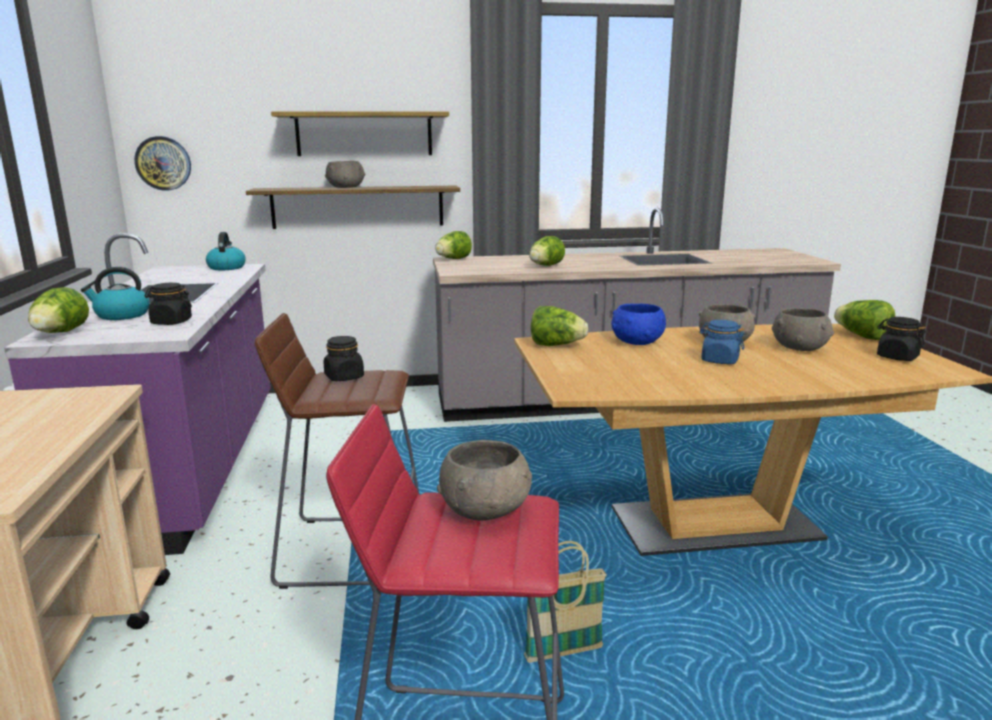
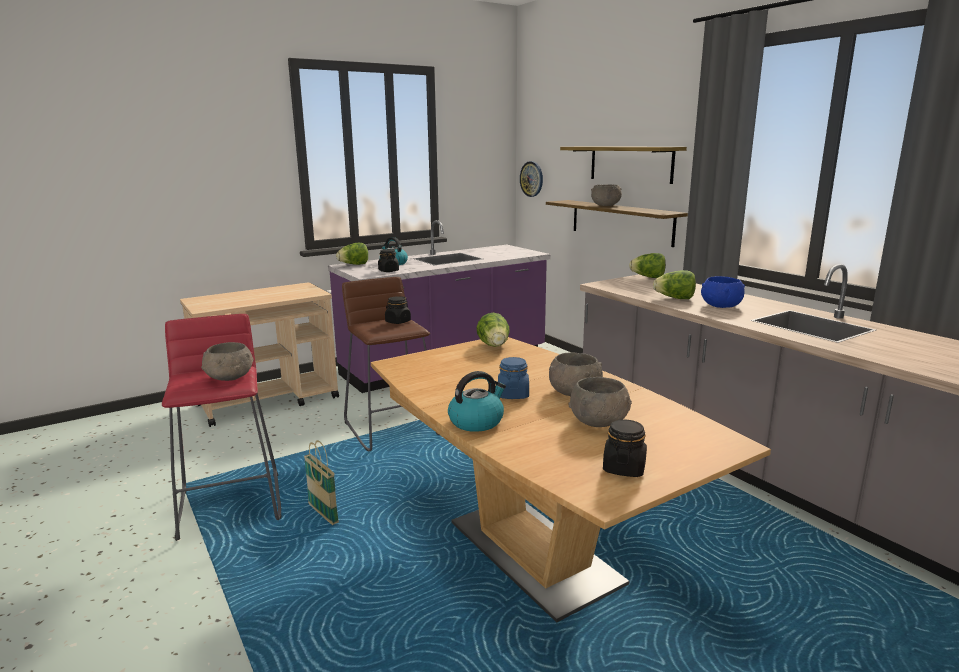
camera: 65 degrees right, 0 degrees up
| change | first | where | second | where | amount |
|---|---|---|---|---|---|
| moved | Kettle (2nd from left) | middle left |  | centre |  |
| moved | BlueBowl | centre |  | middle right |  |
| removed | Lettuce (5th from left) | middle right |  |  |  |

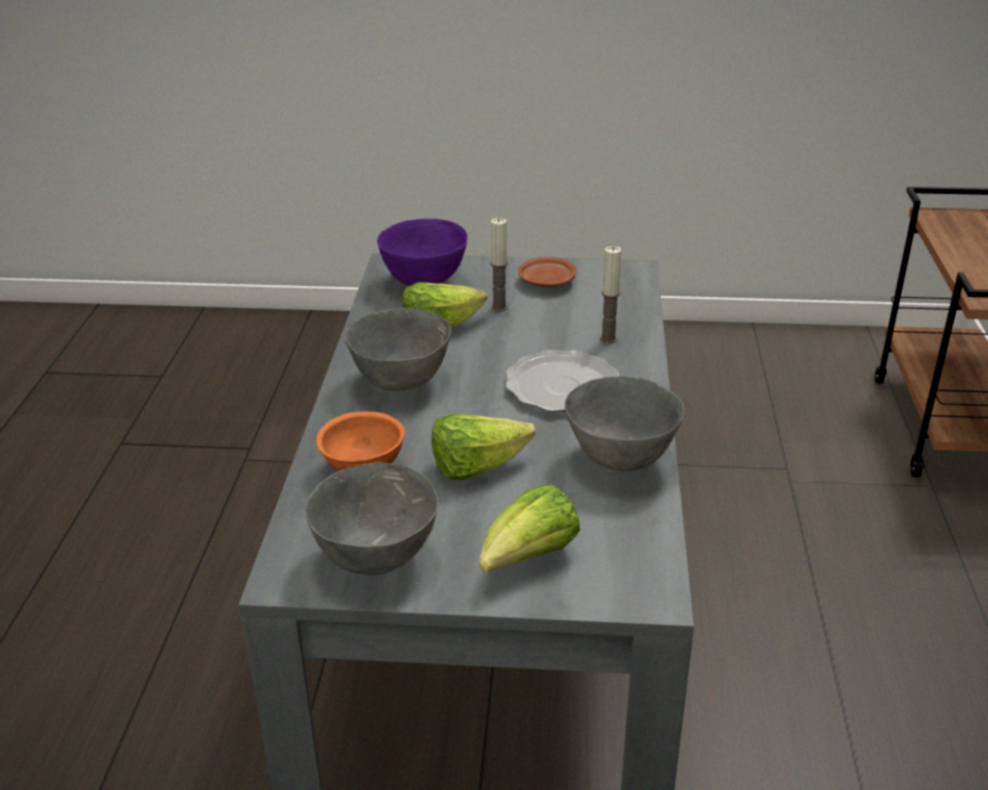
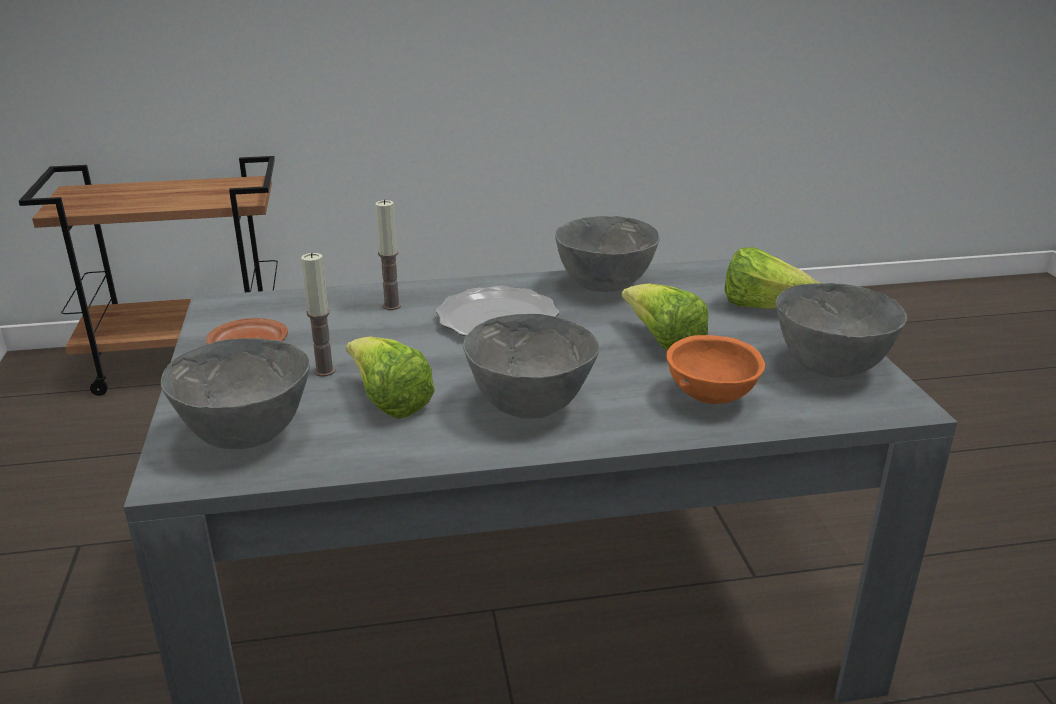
camera: 105 degrees left, 5 degrees down
| change | first | where | second | where | amount |
|---|---|---|---|---|---|
| recoloured | PurpleBowl | top centre | GreyBowl (1st from left) | middle left |  |

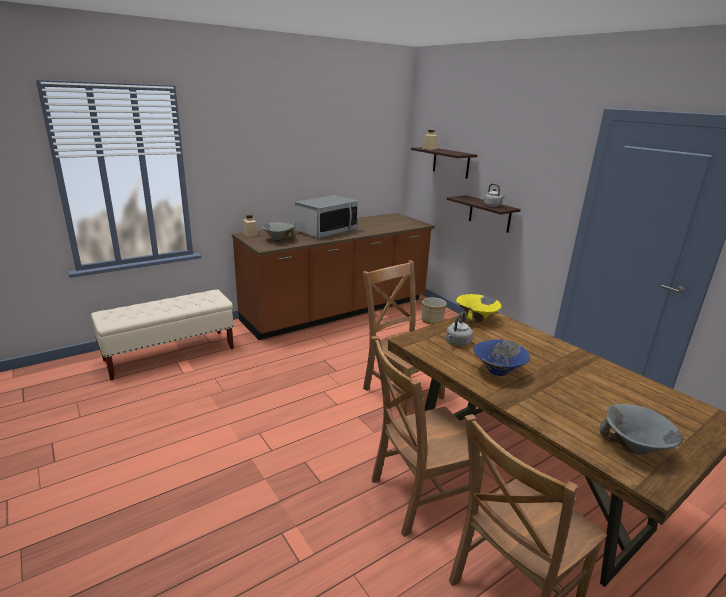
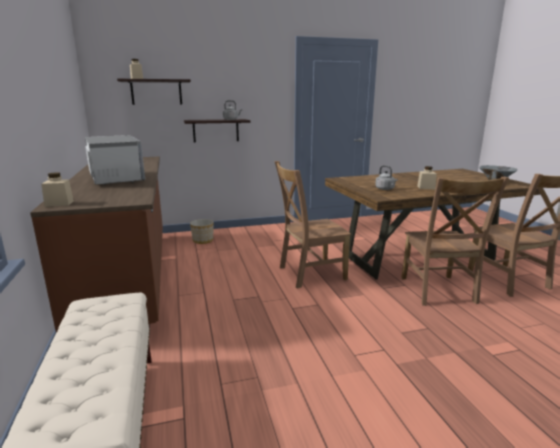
camera: 70 degrees left, 5 degrees down
| change | first | where | second | where | amount |
|---|---|---|---|---|---|
| replaced | BlueBowl | middle right | BeigeJar (3rd from left) | middle right |  |
| removed | GreyBowl (1st from left) | centre |  |  |  |
| removed | YellowBowl | centre |  |  |  |

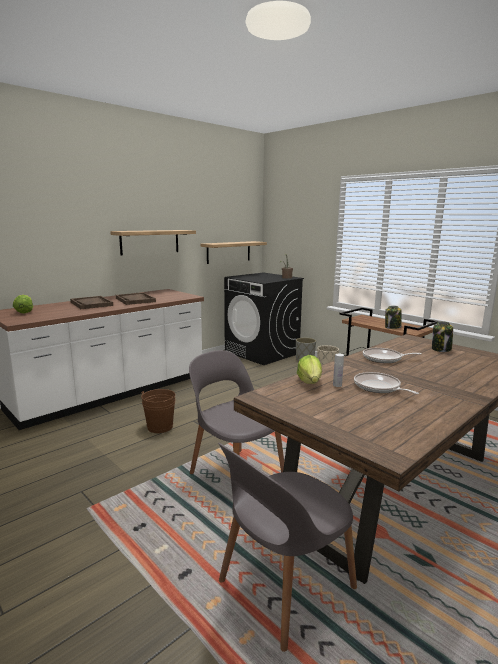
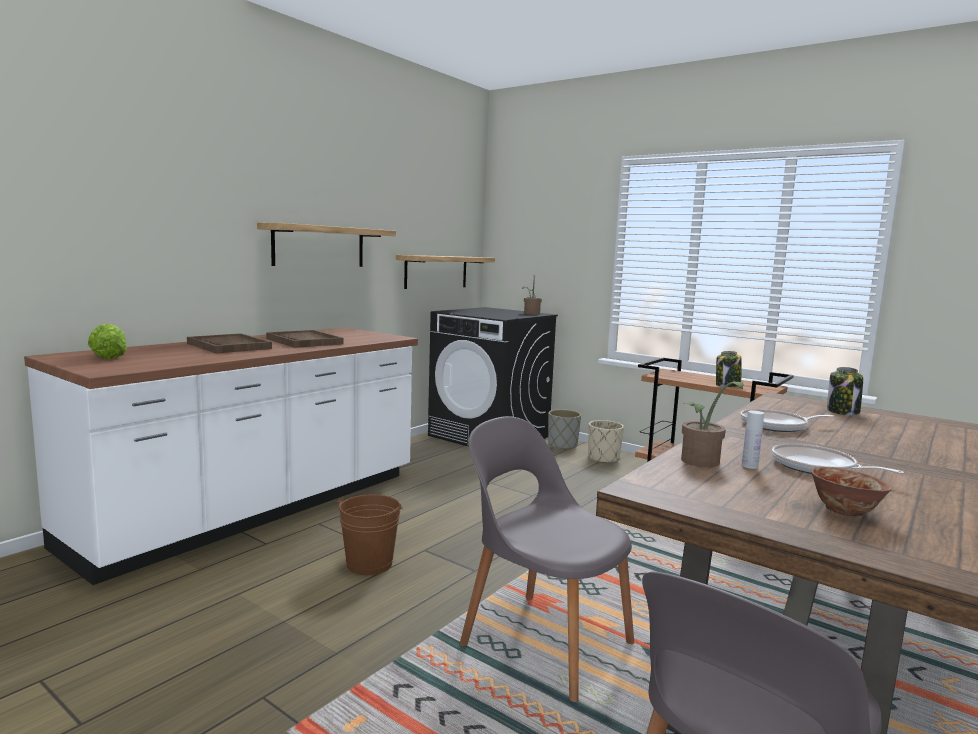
camera: 10 degrees left, 5 degrees down
| change | first | where | second | where | amount |
|---|---|---|---|---|---|
| replaced | Lettuce (2nd from left) | centre | PottedPlant (2nd from left) | middle right |  |
| added |  |  | Bowl | bottom right |  |

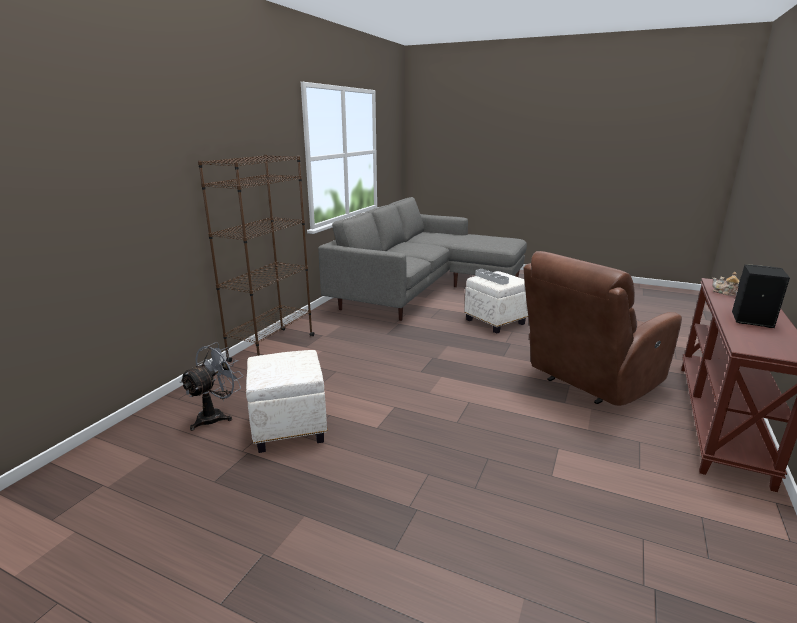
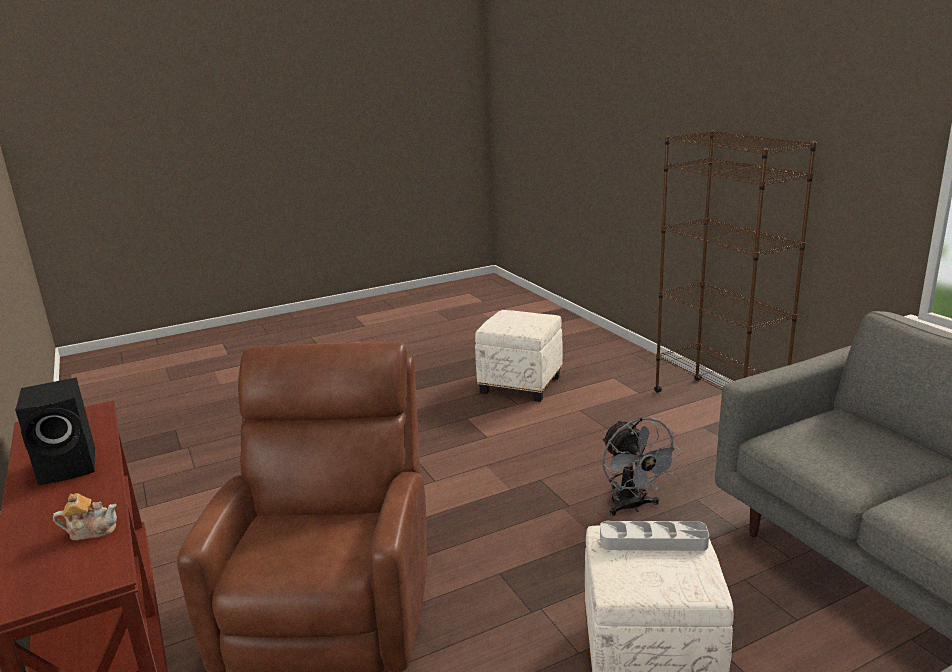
camera: 130 degrees right, 0 degrees up
| change | first | where | second | where | amount |
|---|---|---|---|---|---|
| moved | GreyFan | middle left |  | bottom right |  |

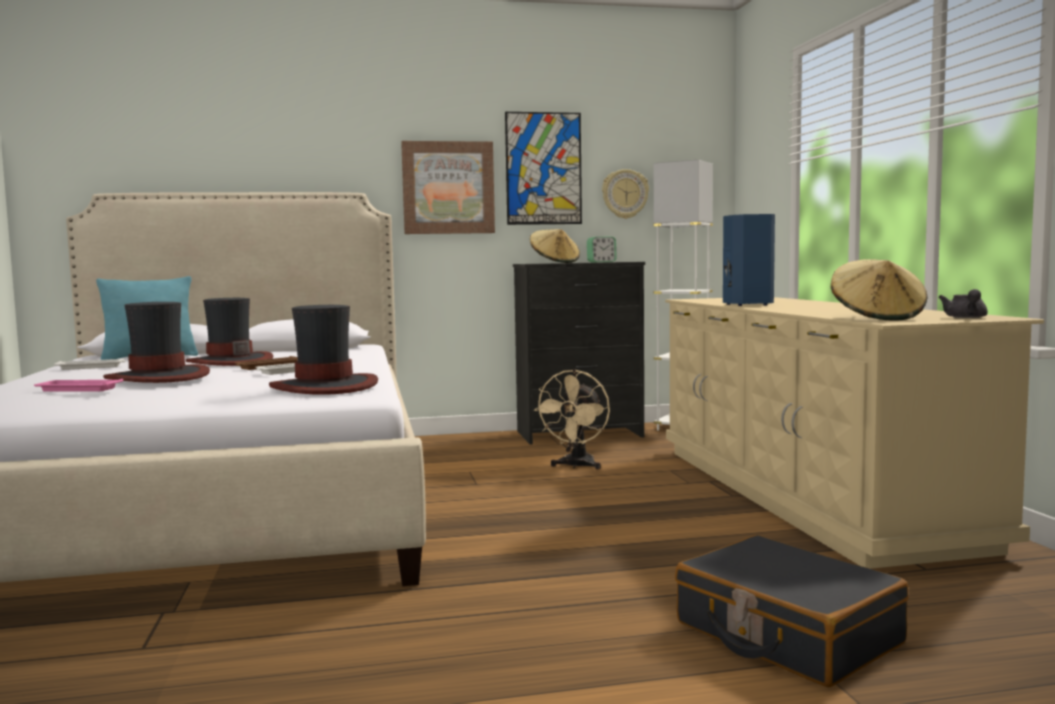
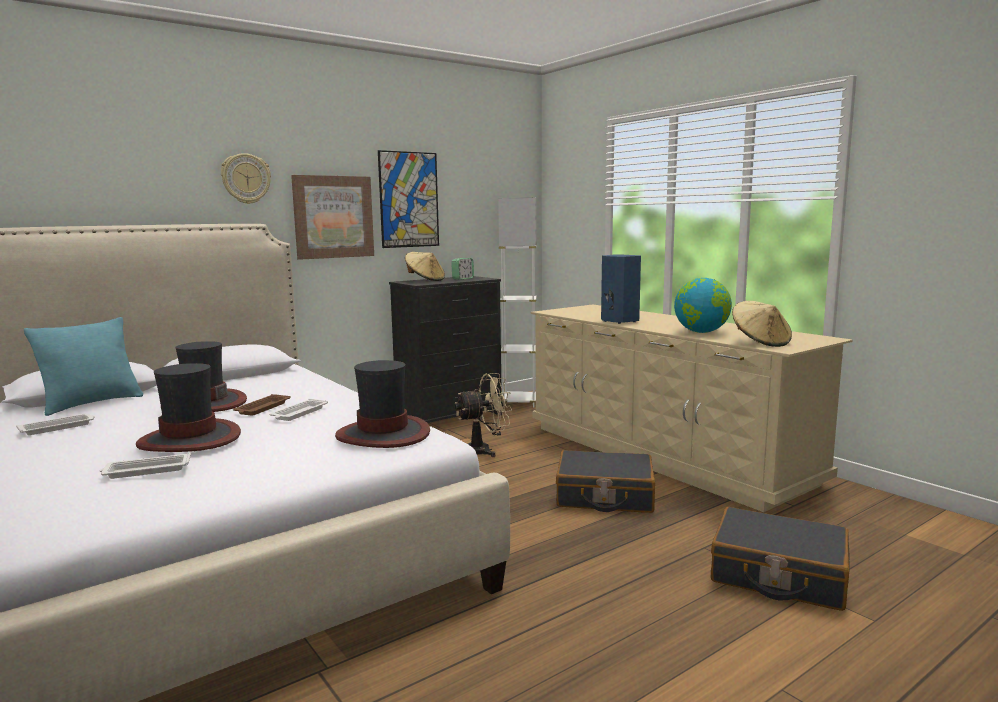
camera: 25 degrees left, 5 degrees up
| change | first | where | second | where | amount |
|---|---|---|---|---|---|
| recoloured | PinkTray | middle left | WhiteTray (2nd from left) | middle left |  |
| moved | WallClock | top centre |  | top left |  |
| turned | BeigeFan | centre |  | centre | 105 degrees counterclockwise |
| added |  |  | BlackSuitcase (1st from left) | bottom centre |  |
| added |  |  | Globe | middle right |  |
| removed | GreyTeapot | middle right |  |  |  |

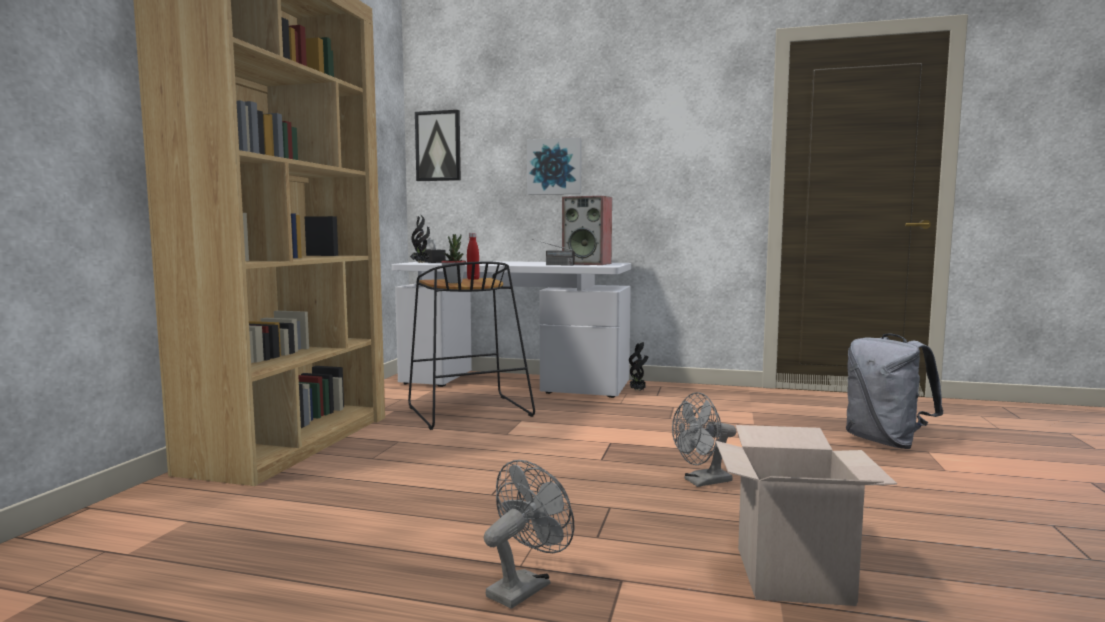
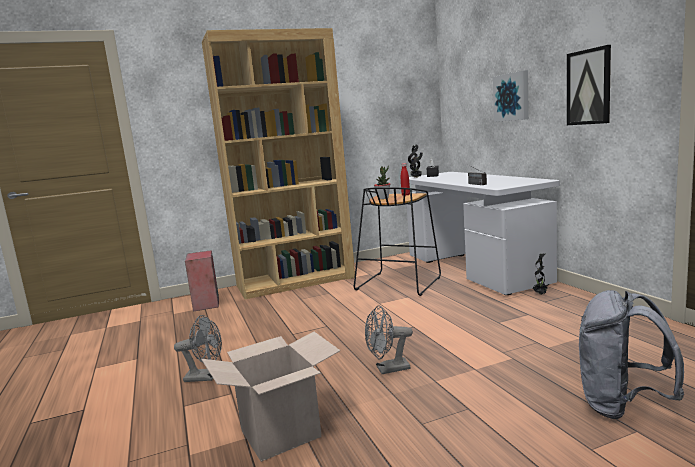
camera: 55 degrees right, 5 degrees up
| change | first | where | second | where | amount |
|---|---|---|---|---|---|
| moved | Speaker | centre |  | middle left |  |
| turned | GreyFan (2nd from left) | bottom centre |  | bottom centre | 45 degrees counterclockwise |
| moved | Picture (1st from left in the first image) | top centre | Picture (2nd from left) | top right |  |

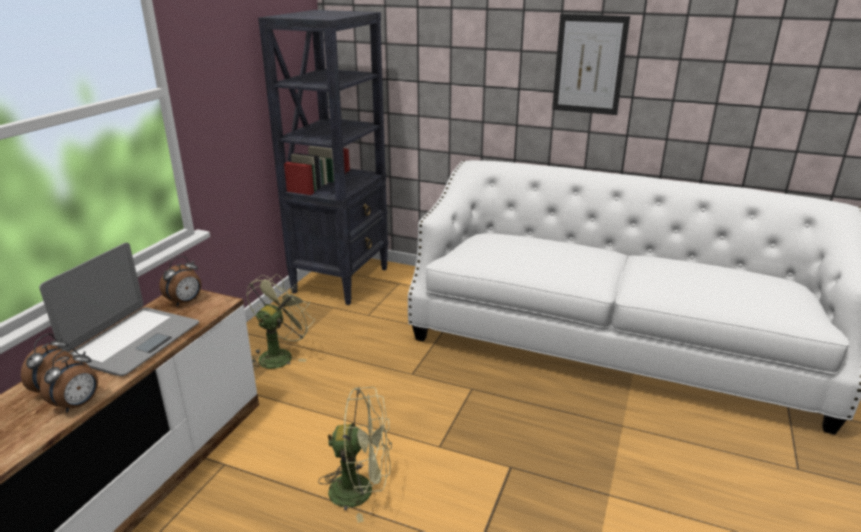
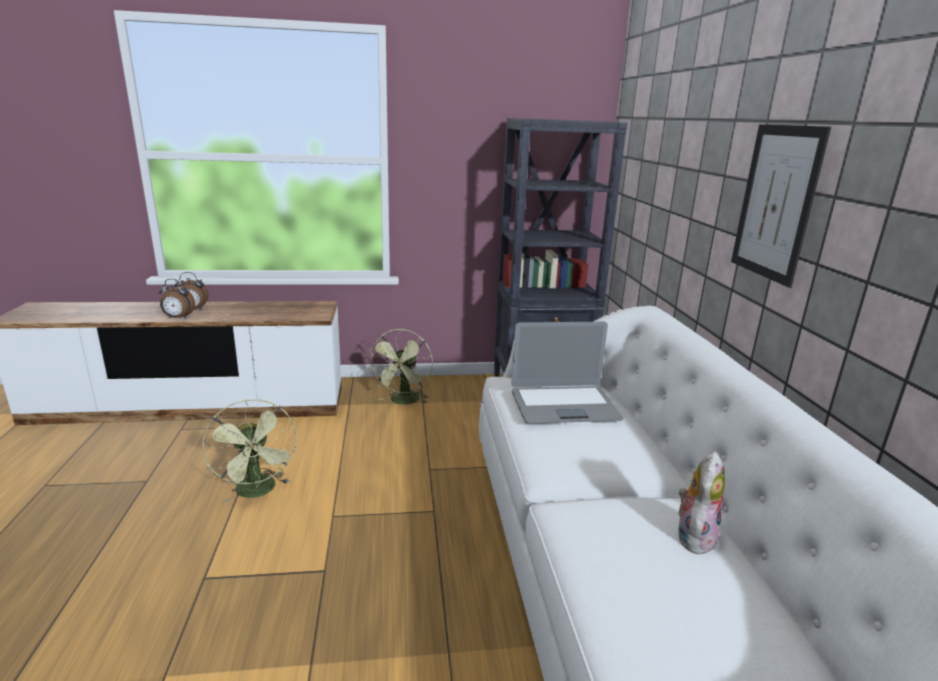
camera: 60 degrees right, 5 degrees down
| change | first | where | second | where | amount |
|---|---|---|---|---|---|
| turned | GreenFan (1st from left in the first image) | middle left | GreenFan (2nd from left) | centre | 105 degrees clockwise |
| moved | Laptop | middle left |  | centre |  |
| added |  |  | PlushToy | bottom right |  |
| removed | AlarmClock (3rd from left) | middle left |  |  |  |

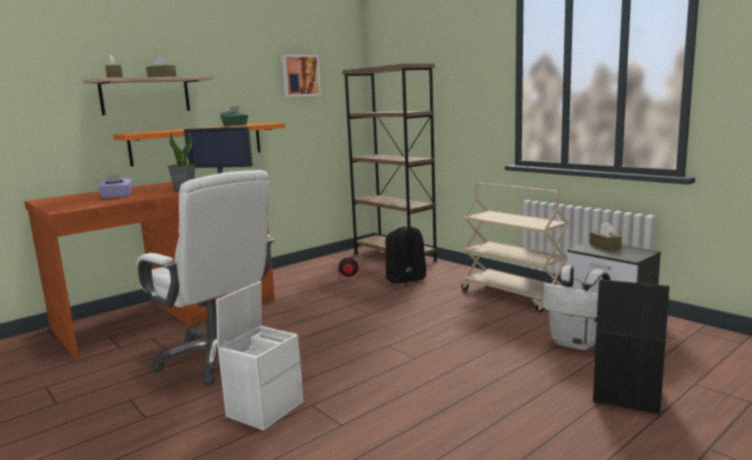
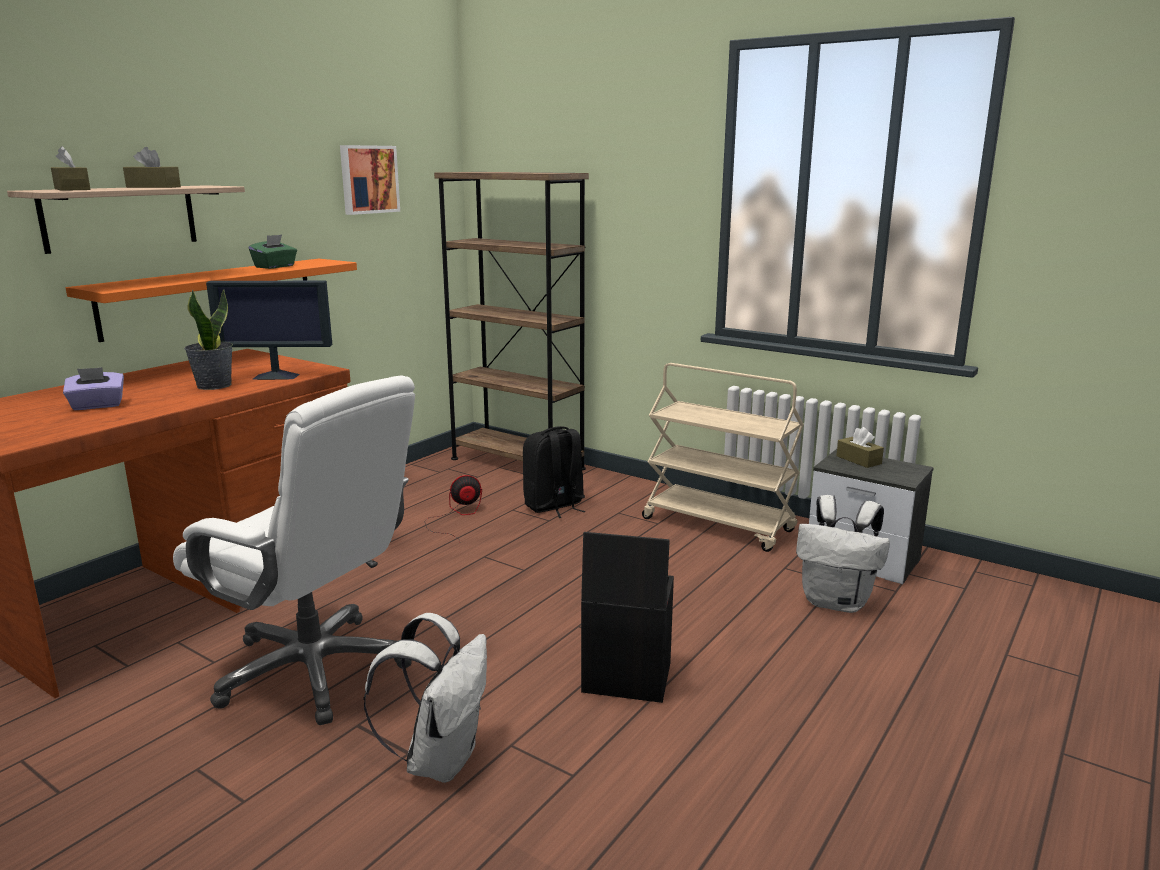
camera: 15 degrees left, 5 degrees up
| change | first | where | second | where | amount |
|---|---|---|---|---|---|
| replaced | WhiteStorageBox | bottom centre | WhiteBackpack (1st from left) | bottom centre |  |
| moved | BlackStorageBox | bottom right |  | bottom centre |  |

